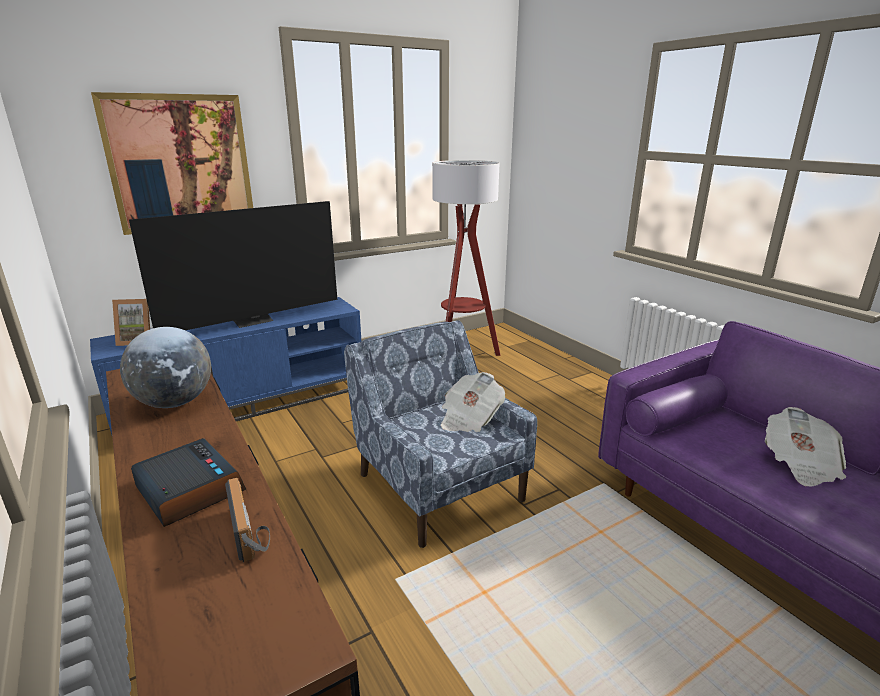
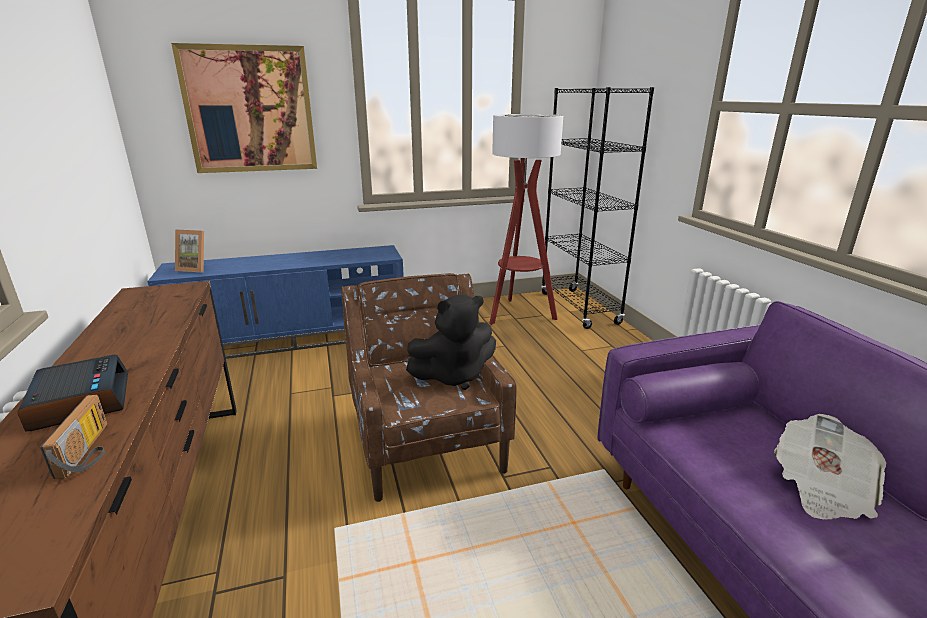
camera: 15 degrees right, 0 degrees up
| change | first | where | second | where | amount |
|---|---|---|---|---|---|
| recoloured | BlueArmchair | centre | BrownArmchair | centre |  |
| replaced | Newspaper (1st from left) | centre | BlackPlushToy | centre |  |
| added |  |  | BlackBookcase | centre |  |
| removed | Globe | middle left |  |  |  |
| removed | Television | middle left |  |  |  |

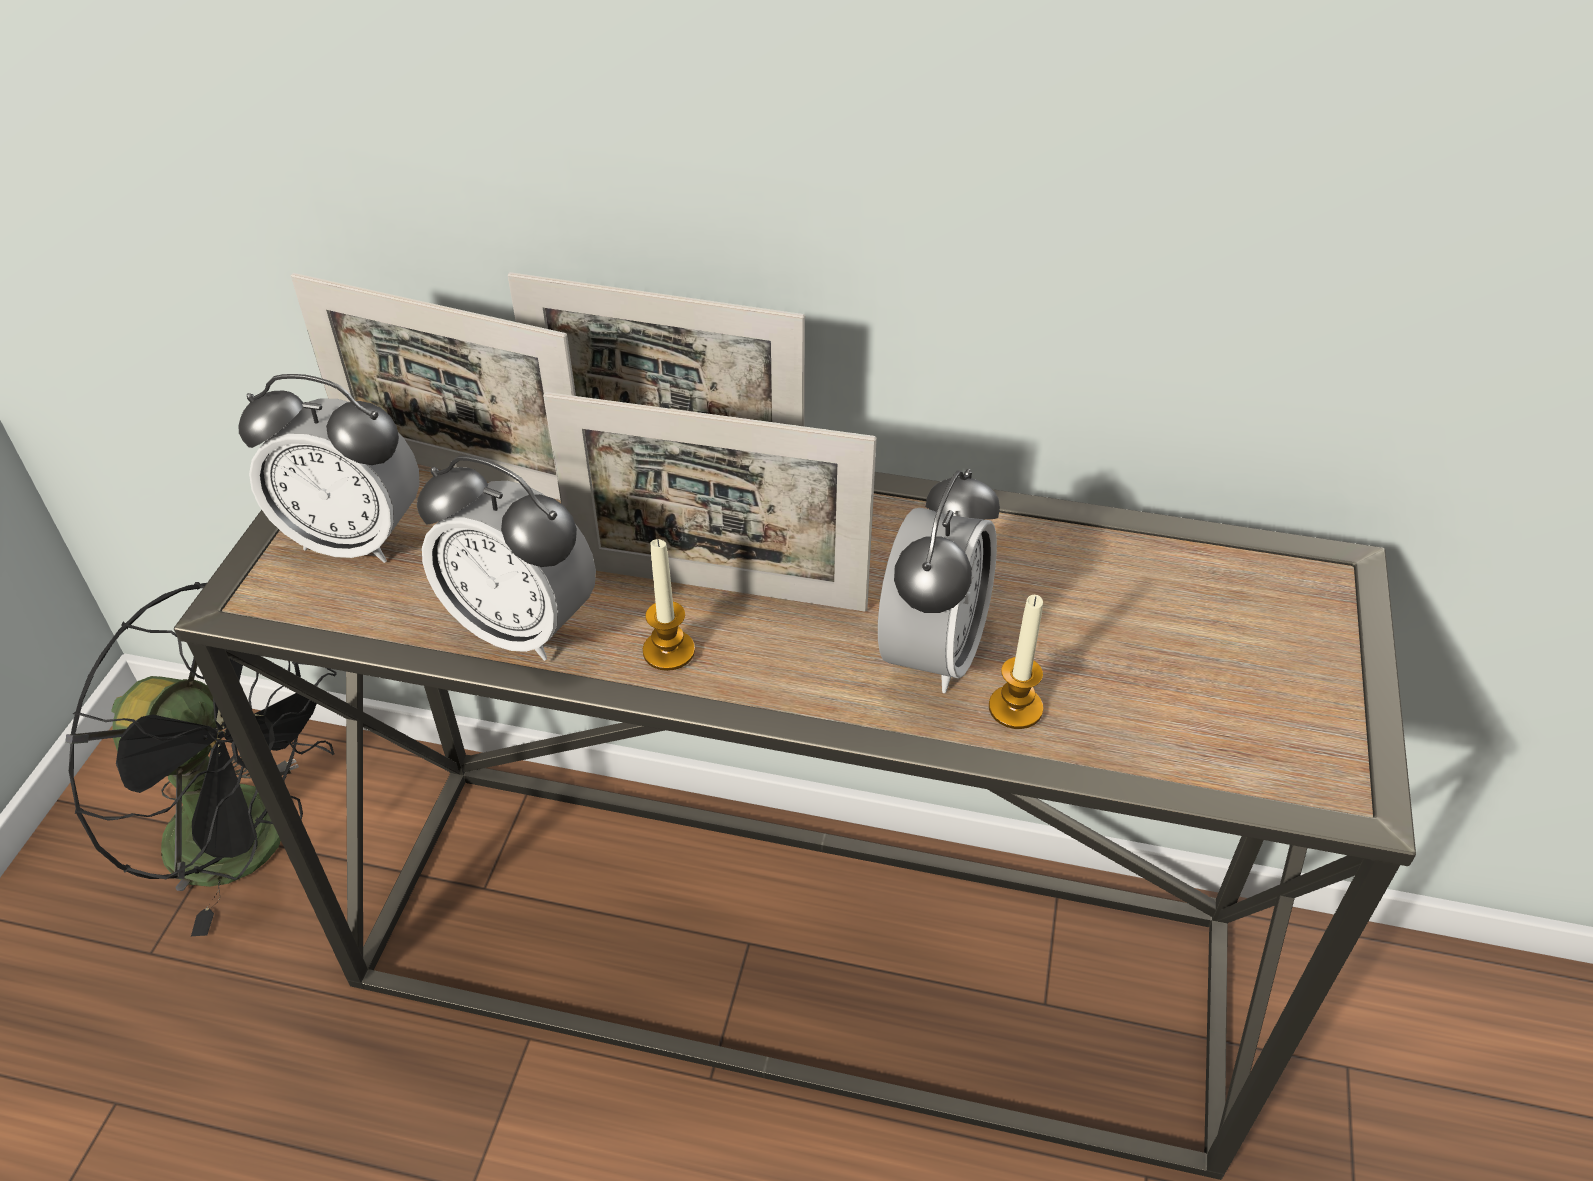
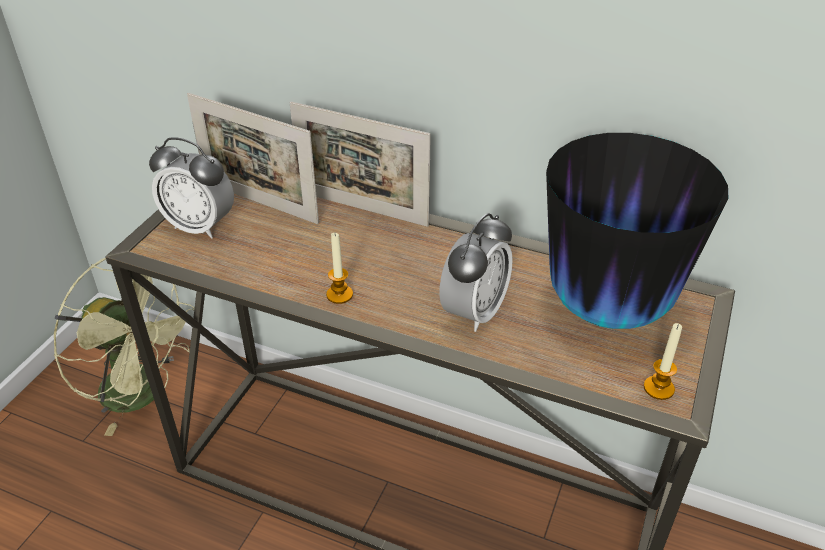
camera: 10 degrees right, 5 degrees down
| change | first | where | second | where | amount |
|---|---|---|---|---|---|
| recoloured | BlackFan | middle left | GreenFan | middle left |  |
| added |  |  | Vase | middle right |  |
| moved | Candle (2nd from left) | centre |  | middle right |  |
| removed | AlarmClock (2nd from left) | middle left |  |  |  |
| removed | PictureFrame (3rd from left) | centre |  |  |  |

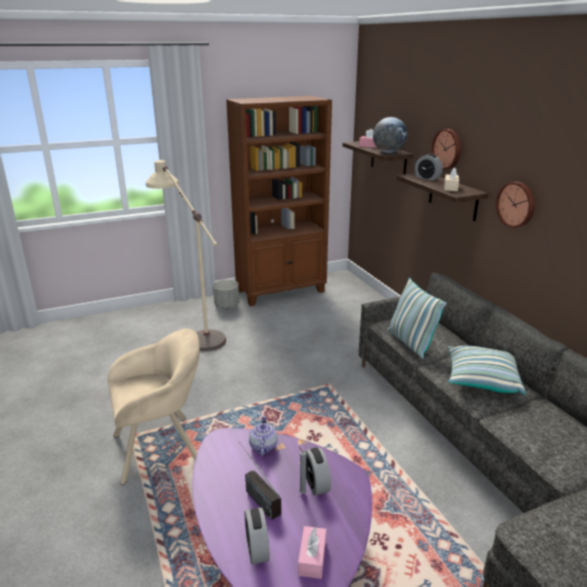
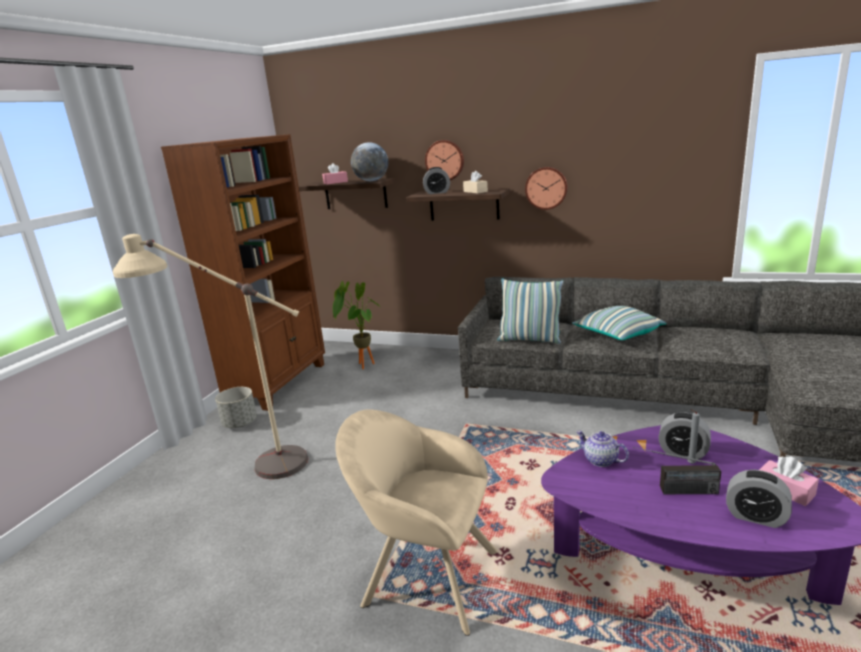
camera: 45 degrees left, 5 degrees down
| change | first | where | second | where | amount |
|---|---|---|---|---|---|
| added |  |  | PottedPlant | centre |  |
| turned | BeigeArmchair | bottom left |  | bottom centre | 90 degrees counterclockwise |

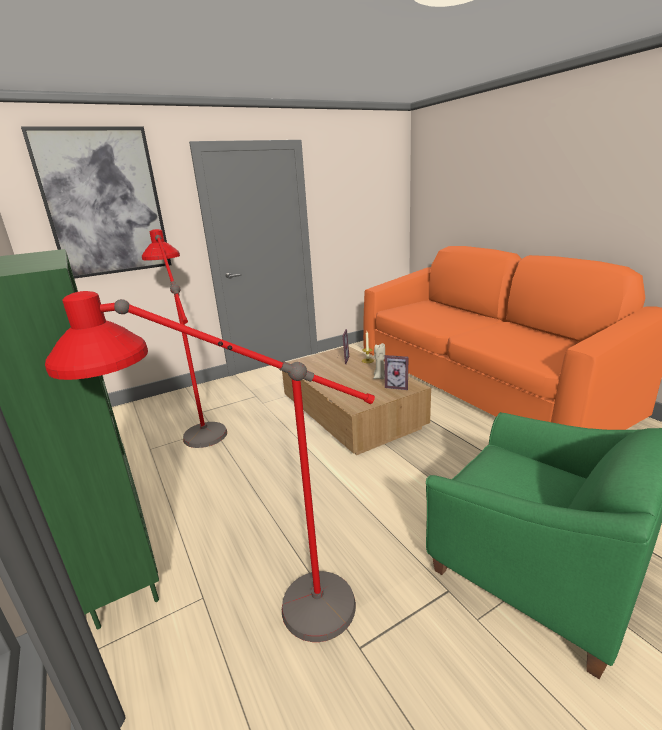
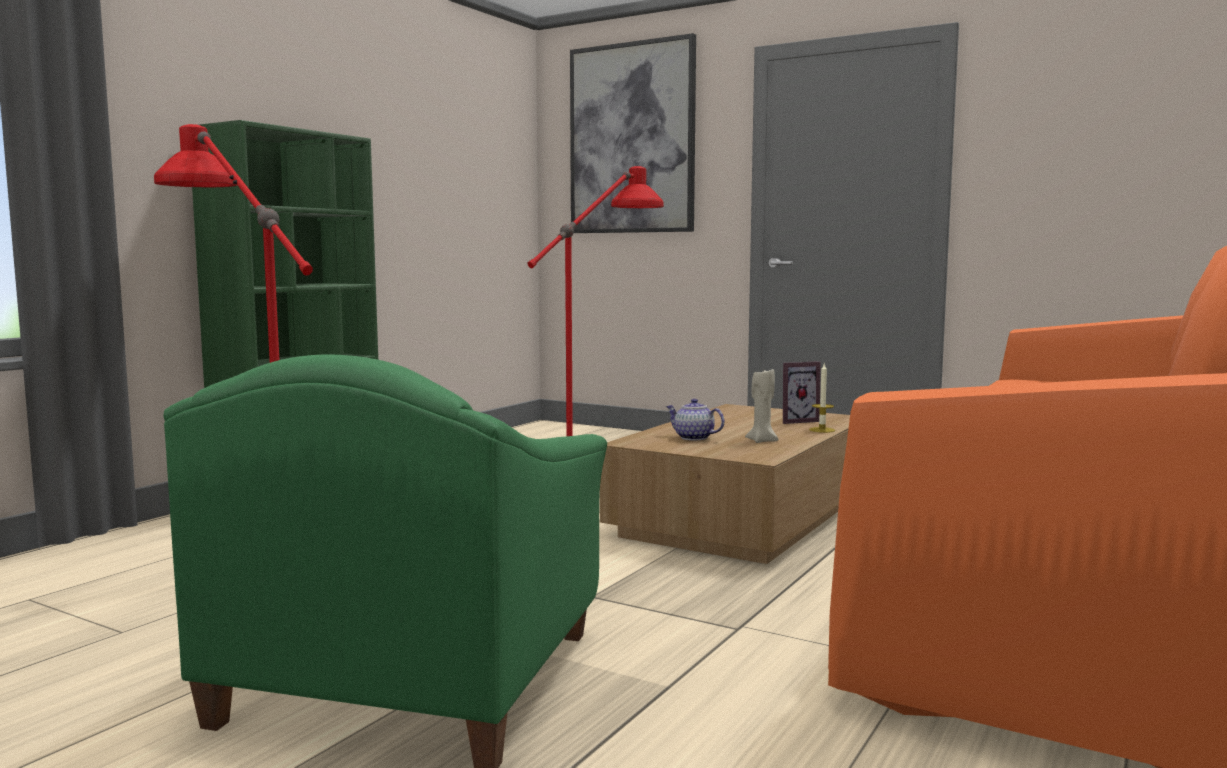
camera: 60 degrees right, 15 degrees down
| change | first | where | second | where | amount |
|---|---|---|---|---|---|
| added |  |  | Teapot | centre |  |
| removed | PictureFrame (2nd from left) | centre |  |  |  |

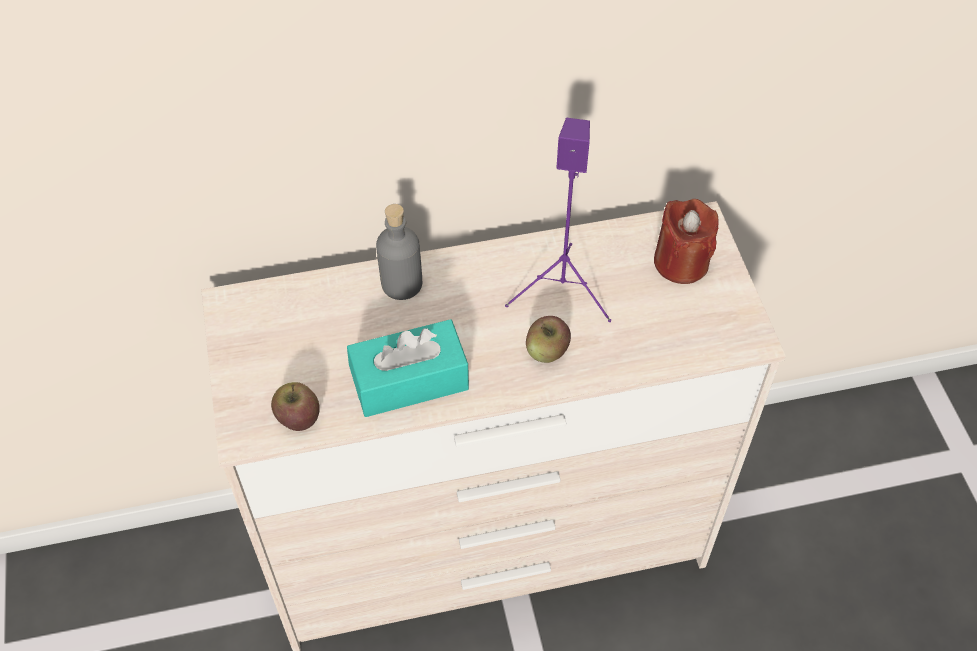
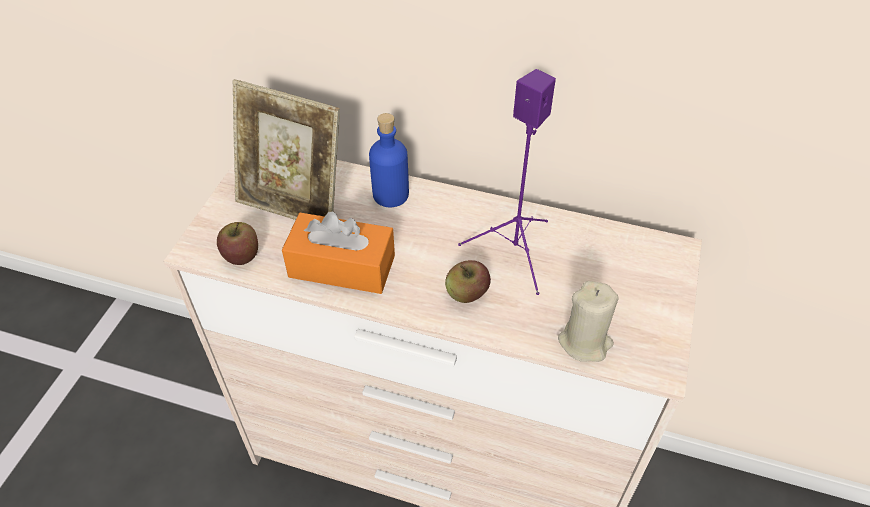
camera: 30 degrees right, 5 degrees down
| change | first | where | second | where | amount |
|---|---|---|---|---|---|
| added |  |  | PictureFrame | top left |  |
| recoloured | TurquoiseTissueBox | centre | OrangeTissueBox | centre |  |
| recoloured | GreyBottle | centre | BlueBottle | top centre |  |
| added |  |  | BeigeCandle | middle right |  |
| removed | RedCandle | middle right |  |  |  |

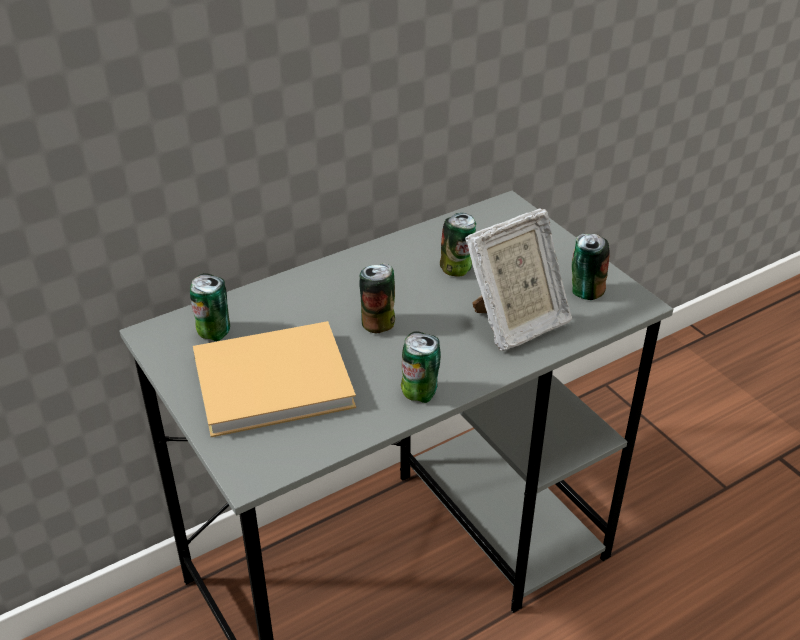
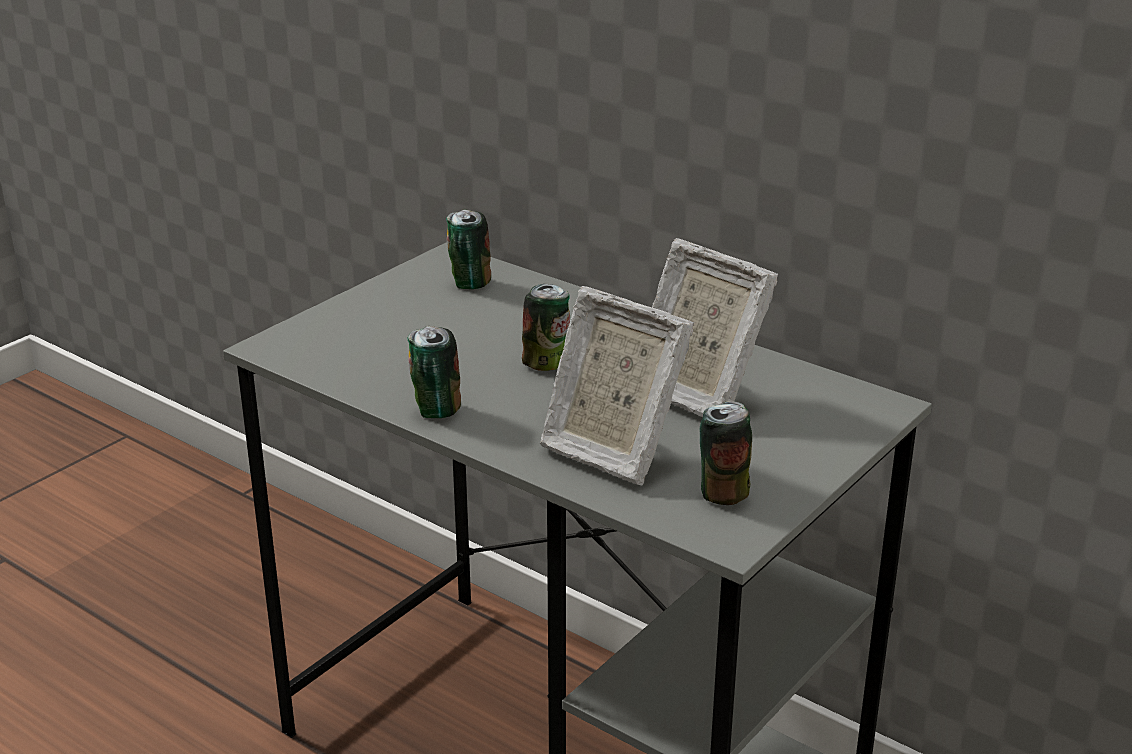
camera: 70 degrees right, 10 degrees down
| change | first | where | second | where | amount |
|---|---|---|---|---|---|
| replaced | Can (4th from left) | centre | PictureFrame (2nd from left) | centre |  |
| removed | BeigeBook | centre |  |  |  |

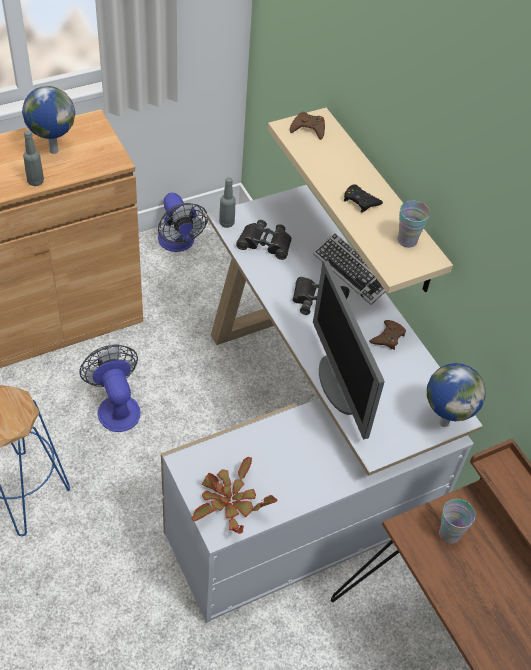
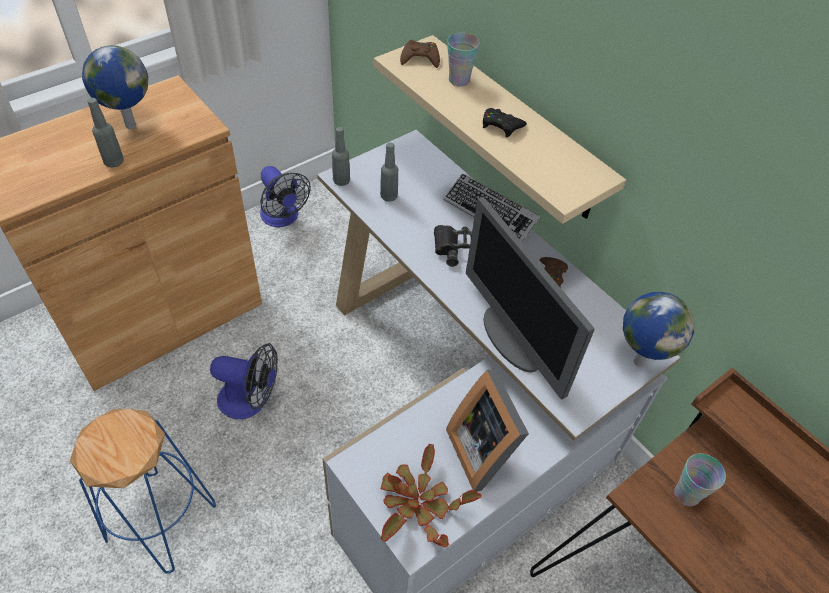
camera: 10 degrees left, 0 degrees up
| change | first | where | second | where | amount |
|---|---|---|---|---|---|
| turned | Fan (1st from left) | middle left |  | middle left | 135 degrees clockwise |
| replaced | BlackBinoculars (1st from left) | centre | GreyBottle (3rd from left) | top centre |  |
| added |  |  | PictureFrame | bottom centre |  |
| moved | Cup (1st from left) | middle right |  | top centre |  |

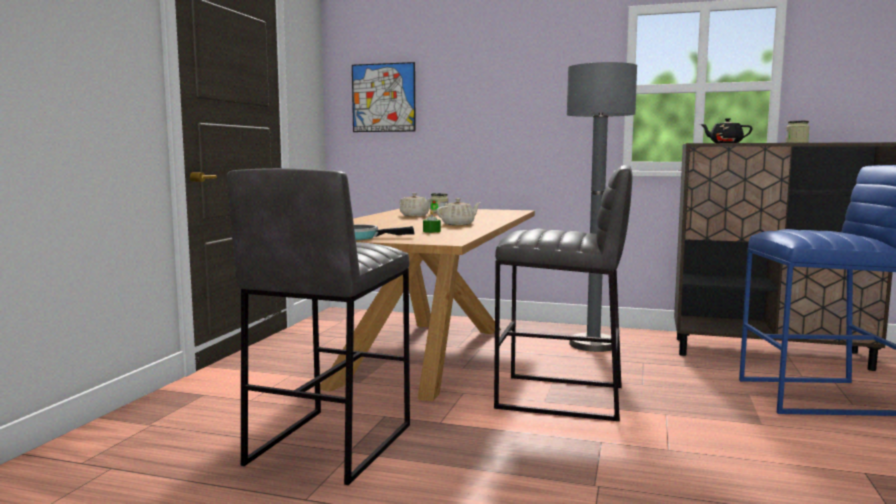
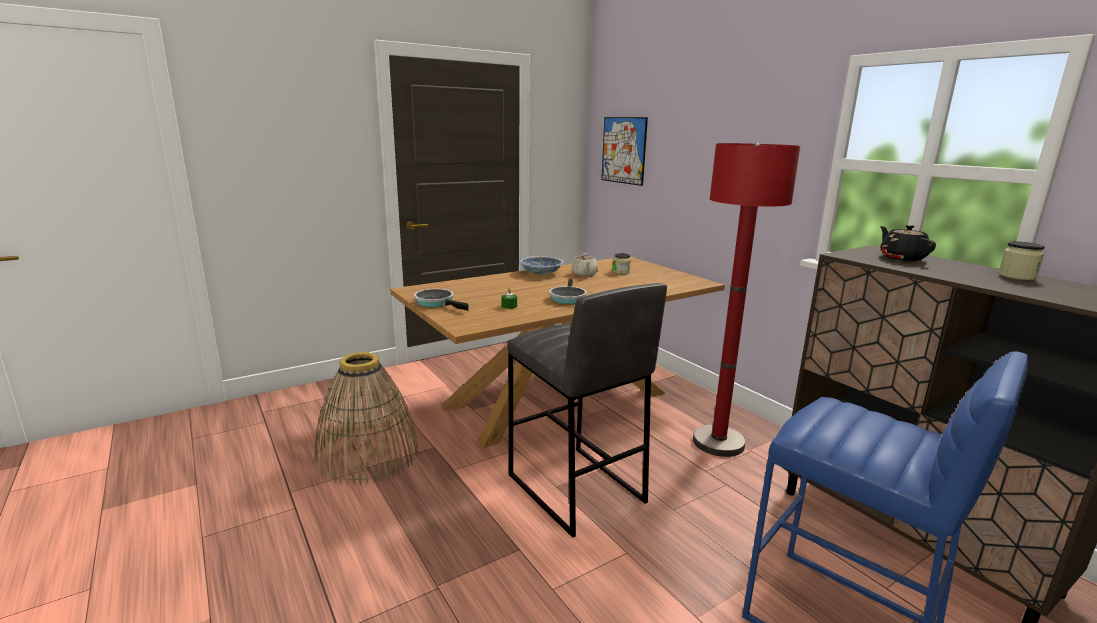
camera: 40 degrees right, 10 degrees up
| change | first | where | second | where | amount |
|---|---|---|---|---|---|
| replaced | GreyStool (1st from left) | centre | Basket | bottom centre |  |
| added |  |  | Bowl | centre |  |
| replaced | BeigeTeapot (2nd from left) | centre | FryingPan (2nd from left) | centre |  |
| recoloured | GreyFloorLamp | middle right | RedFloorLamp | middle right |  |

